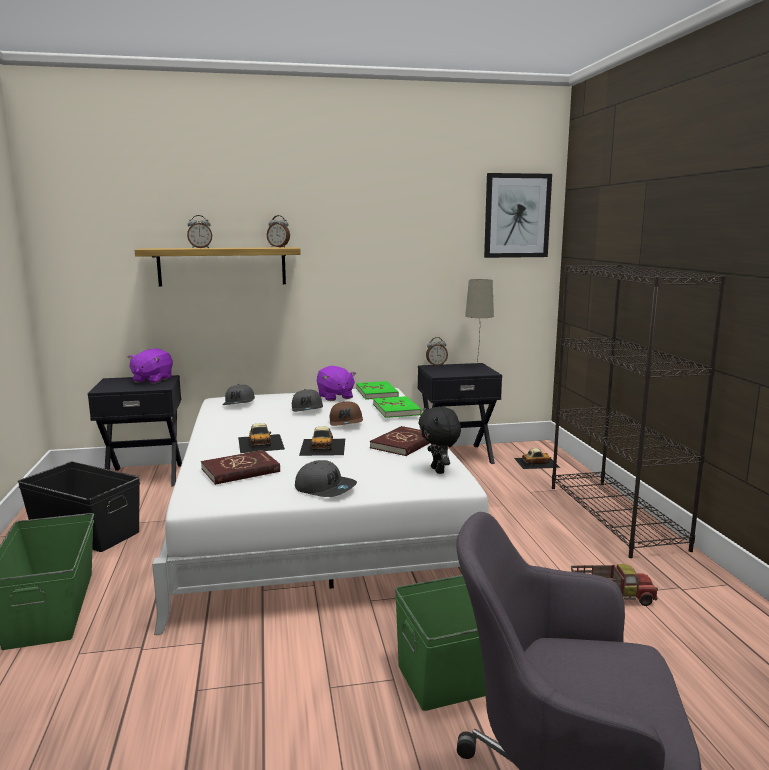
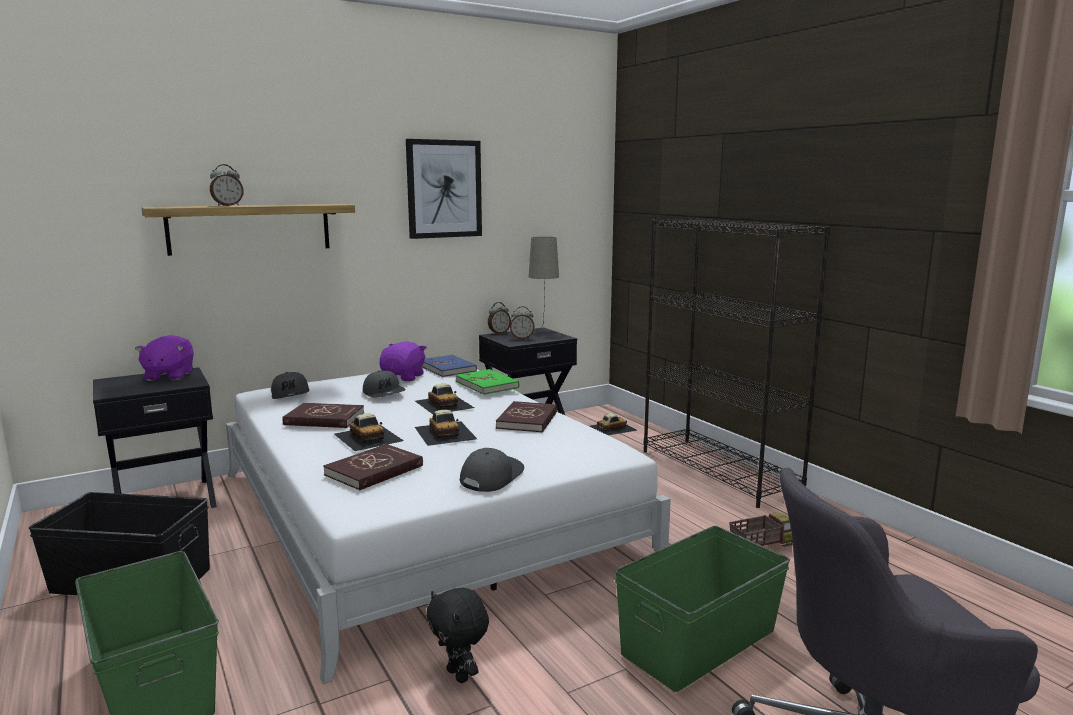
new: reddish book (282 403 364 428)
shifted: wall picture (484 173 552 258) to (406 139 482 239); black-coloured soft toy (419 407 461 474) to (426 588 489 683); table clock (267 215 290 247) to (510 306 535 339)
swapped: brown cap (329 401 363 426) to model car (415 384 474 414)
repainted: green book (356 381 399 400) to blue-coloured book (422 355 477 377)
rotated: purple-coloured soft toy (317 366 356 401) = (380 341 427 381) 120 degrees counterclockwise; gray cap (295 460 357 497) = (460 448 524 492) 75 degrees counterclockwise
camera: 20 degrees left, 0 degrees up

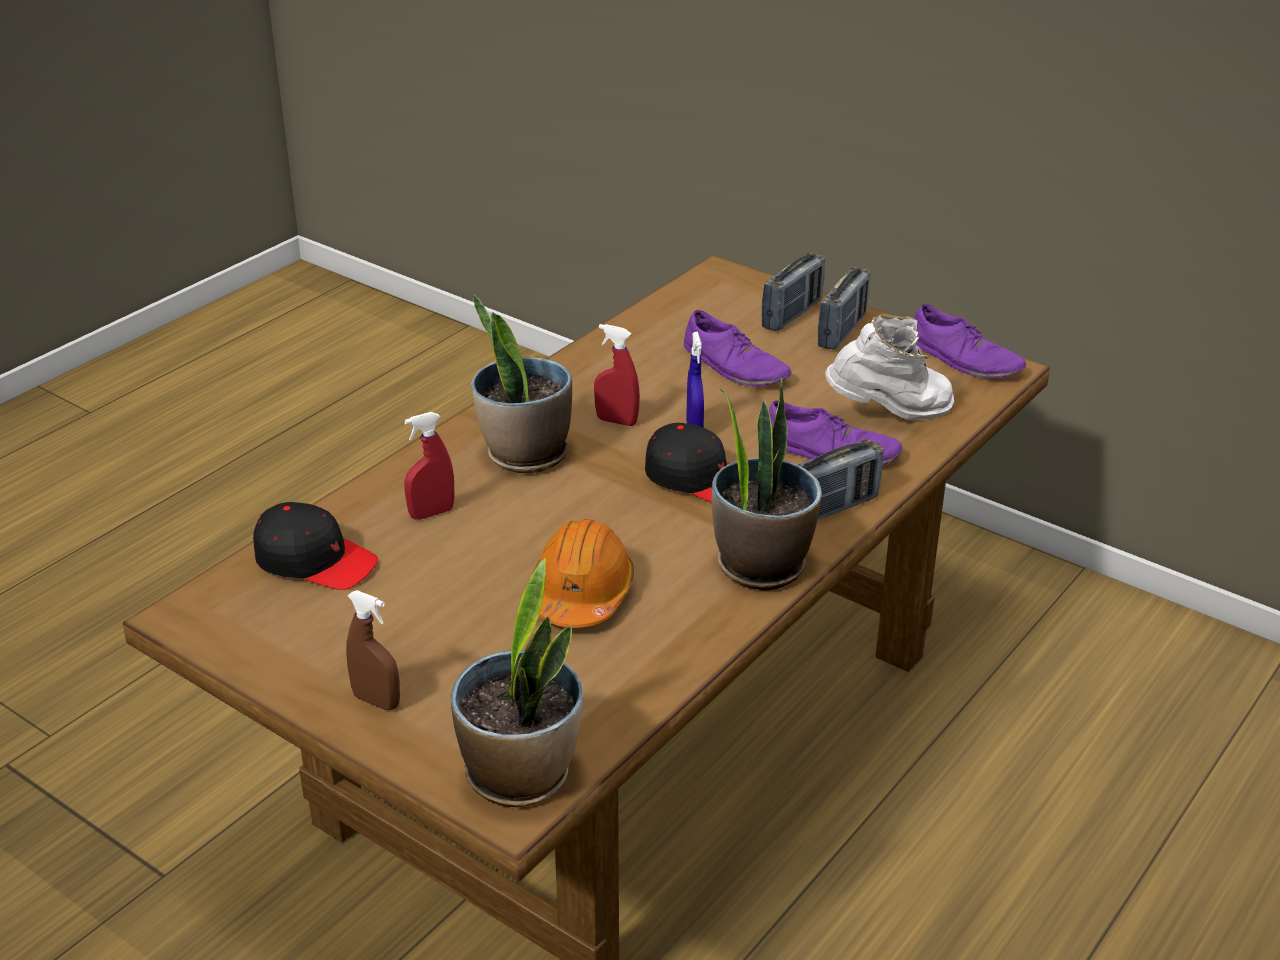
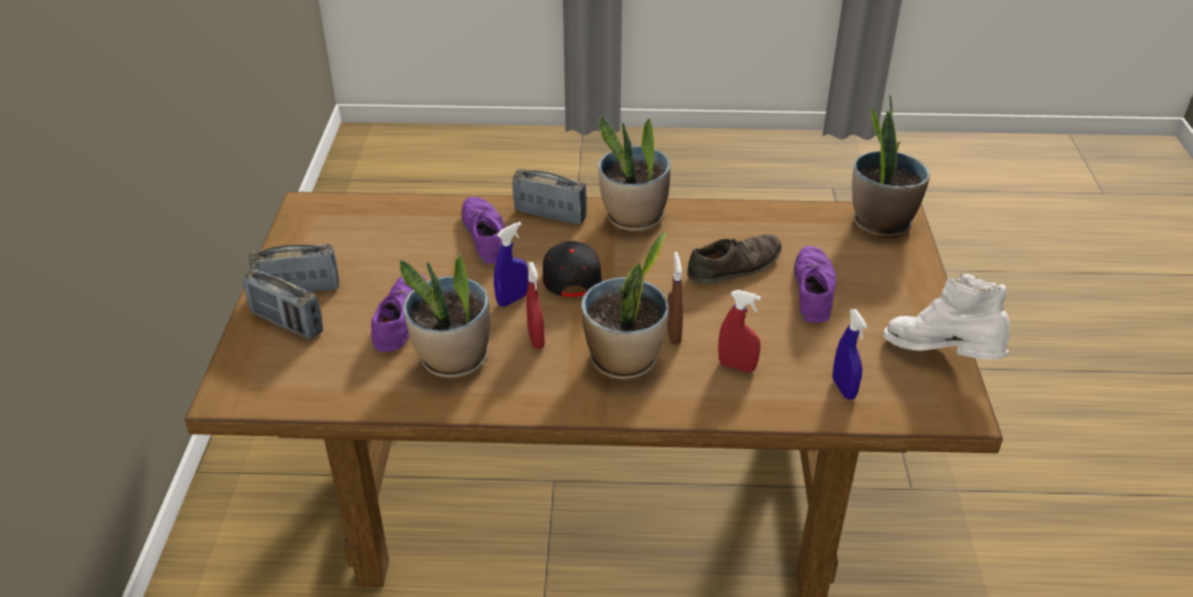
new: plant in a pot (399 254 490 378)
shifted: brown sprayer (346 590 400 710) to (667 252 683 344); purple-coloured item of footwear (914 304 1026 379) to (794 246 836 323); whitish high-top boot (825 314 954 419) to (883 274 1010 360)
swapped: orange-coloured work helmet (532 519 634 628) to brown item of footwear (687 234 782 284); black-coloured cap (253 502 378 590) to blue-coloured sprayer (833 309 867 400)
rotated: radio set (761 252 825 331) = (242 269 323 339) 150 degrees counterclockwise
camera: 125 degrees left, 5 degrees up

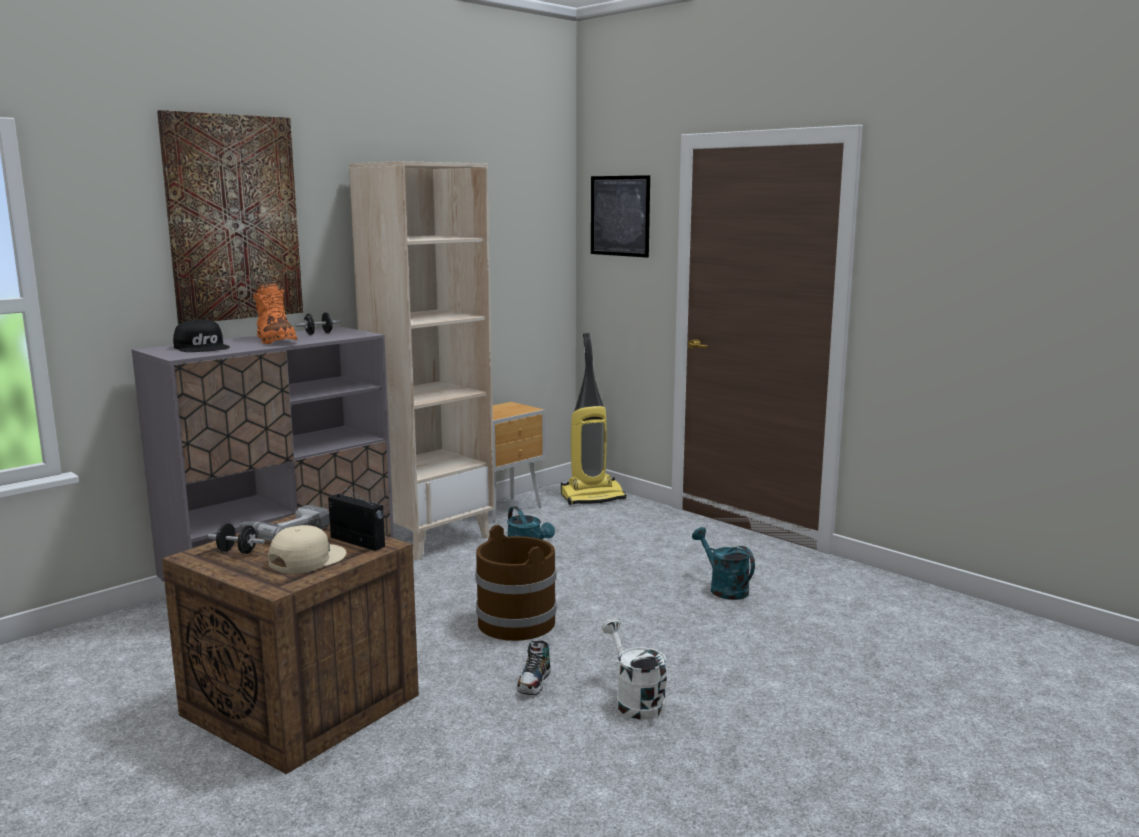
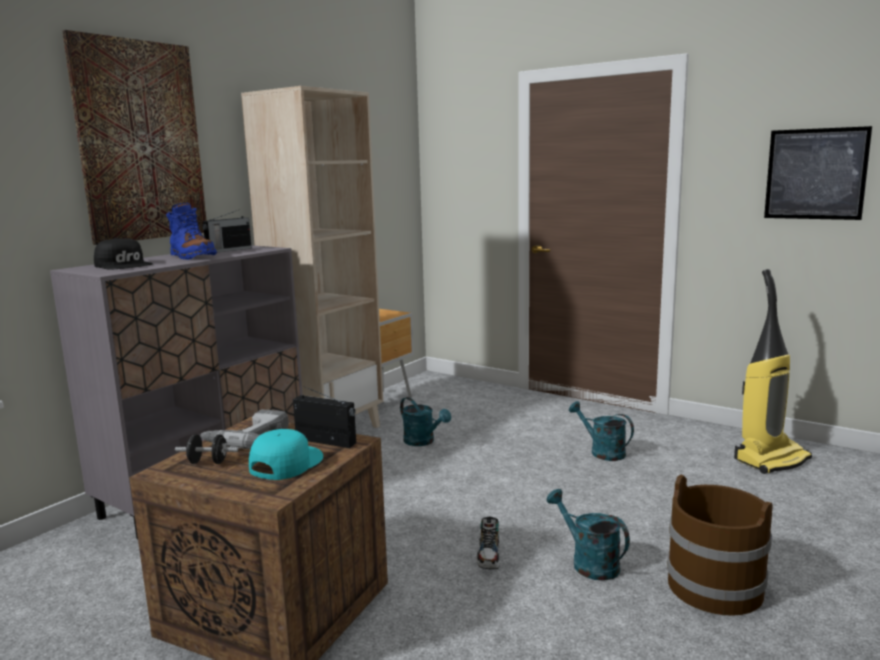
shifted: brown pail (475 524 557 641) to (667 475 773 616); hoover (561 333 626 505) to (734 269 812 474); wall picture (591 175 650 258) to (764 126 872 220)
swapped: black-coloured dumbbell (295 312 340 335) to radio set (202 209 252 252)
repainted: orange-coloured high-top boot (253 284 297 344) to blue-coloured high-top boot (166 202 217 260); beige cap (268 525 346 574) to turquoise-coloured cap (249 429 323 480); whitish sprinkling can (602 618 667 720) to turquoise-coloured sprinkling can (547 489 630 581)
camera: 10 degrees left, 0 degrees up

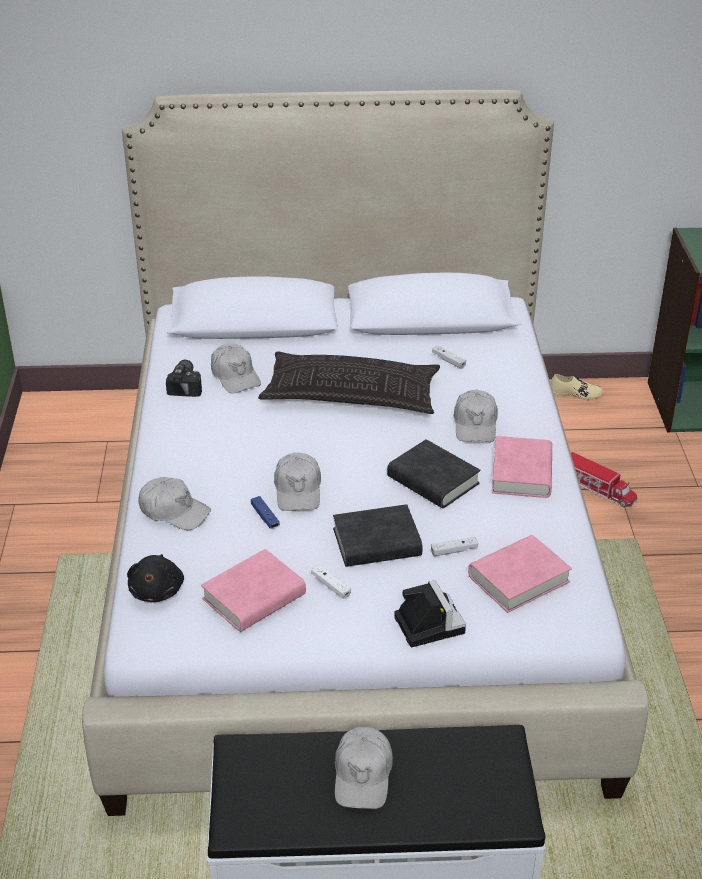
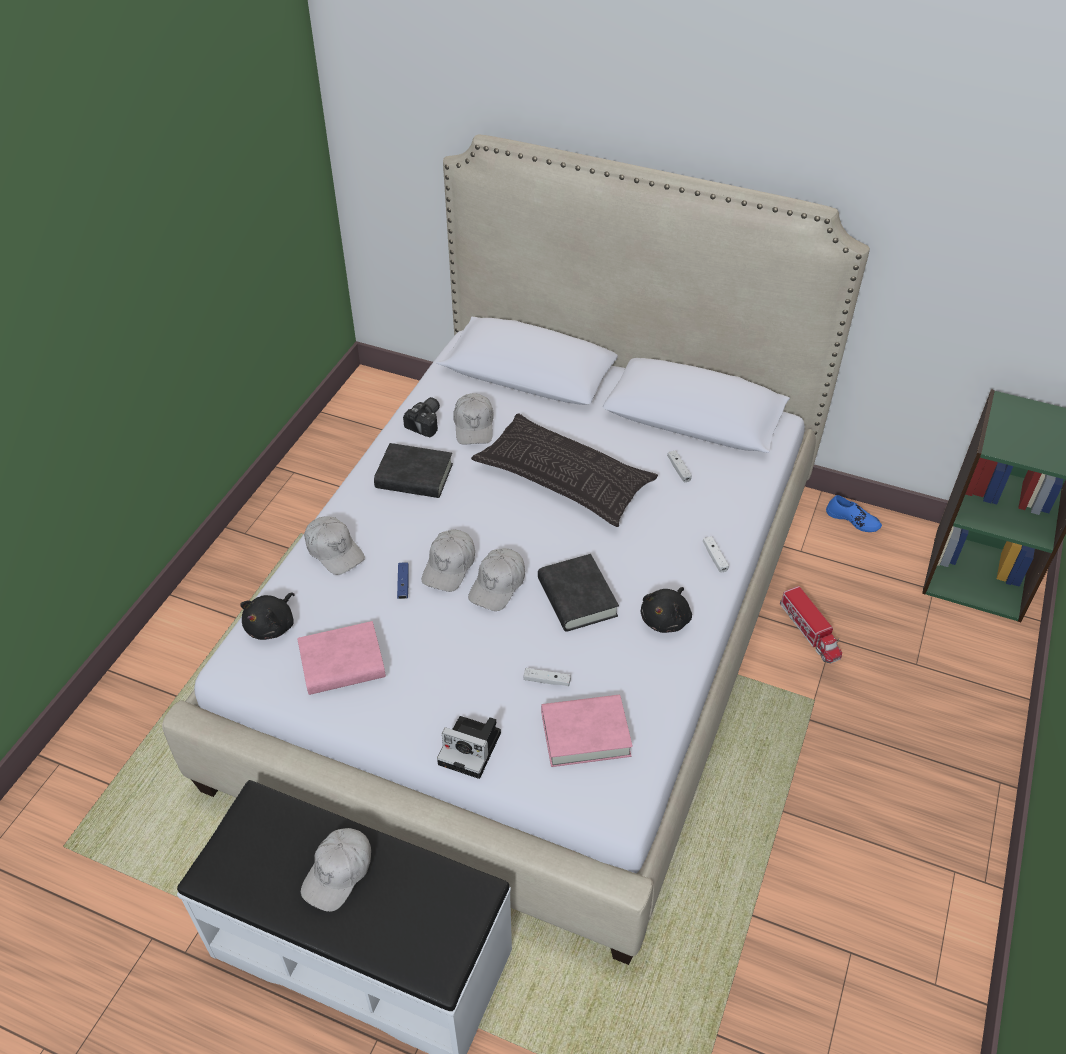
shifted: black-coloured book (333 504 423 567) to (374 443 453 498); whitish cap (453 390 498 442) to (468 548 525 611); whitish gamepad (311 565 351 599) to (703 536 729 573)
swapped: pink book (492 436 552 498) to black-coloured soft toy (640 587 692 633)
repainted: beige item of footwear (550 374 604 400) to blue-coloured item of footwear (826 495 882 532)
rotated: photo camera (394 580 466 647) = (437 716 501 779) 105 degrees clockwise
camera: 25 degrees right, 10 degrees up

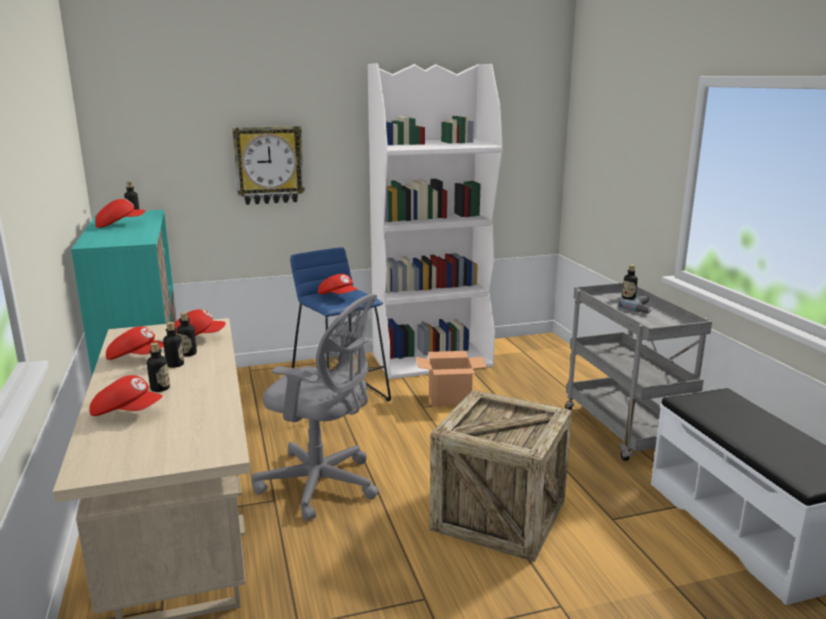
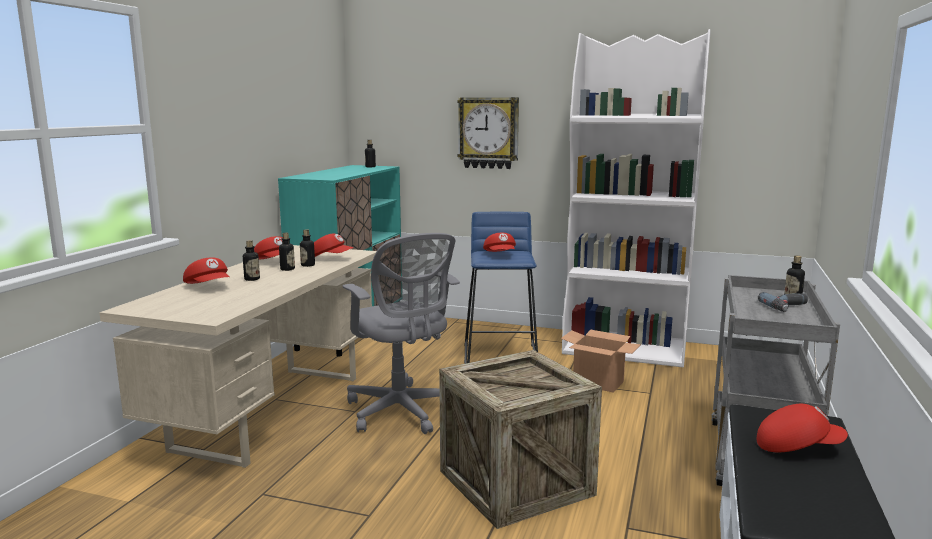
shifted: reddish cap (95 198 146 228) to (757 404 848 452)
camera: 35 degrees right, 5 degrees down

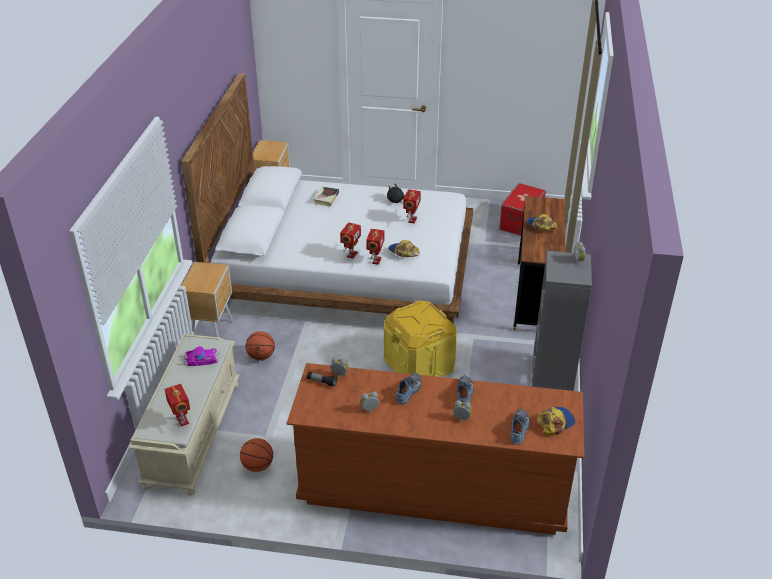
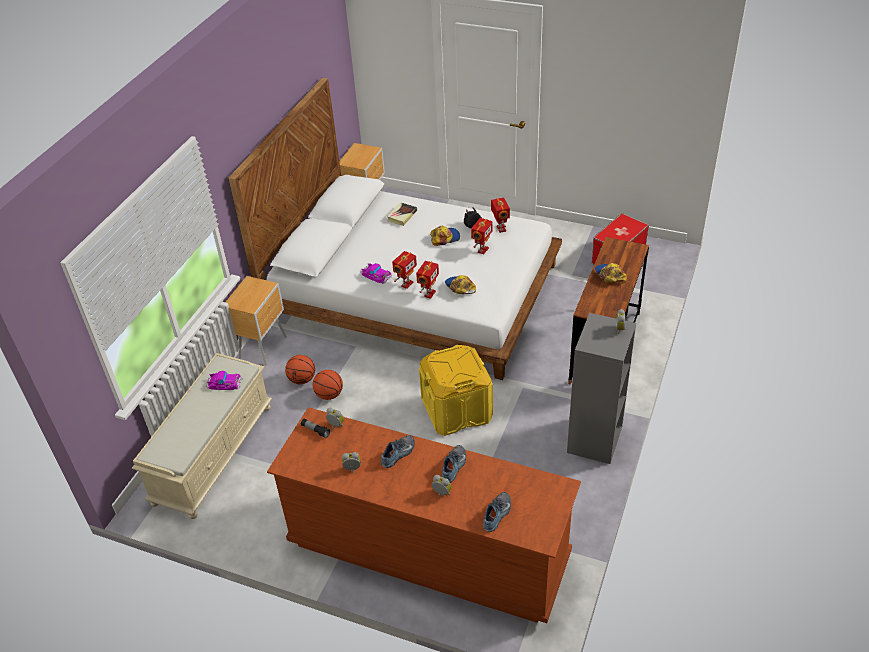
new: model car (360 263 392 284)
shifted: basketball ball (240 438 273 472) to (313 370 343 400); cap (537 407 575 436) to (430 226 460 246); robot figure (165 384 190 426) to (491 198 510 233)
camera: 15 degrees right, 5 degrees up

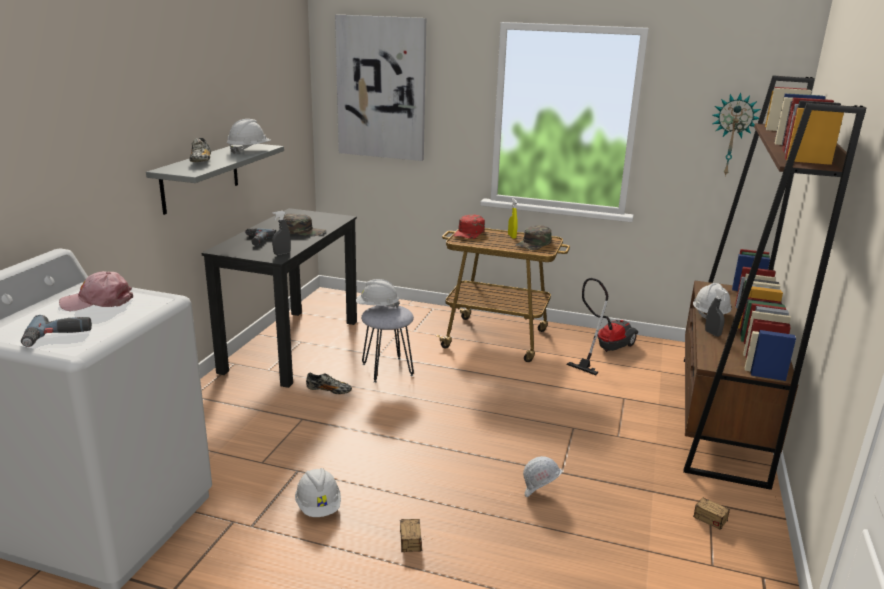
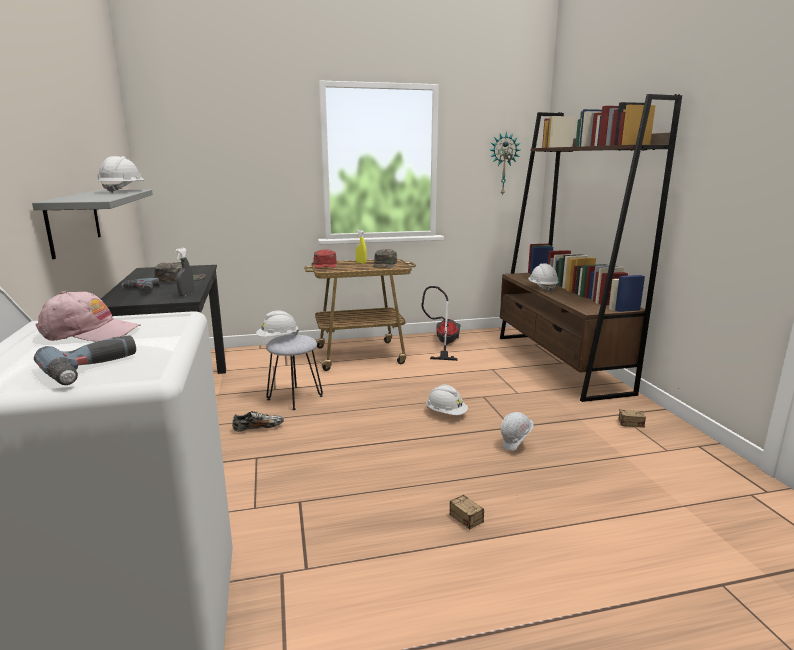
gone: item of footwear (190 138 211 162); wall picture (335 15 426 161); gray sprayer (705 288 728 337)
shifted: whitish work helmet (295 468 341 517) to (426 385 468 415)
rotated: pink cap (59 271 133 311) = (35 291 141 342) 135 degrees counterclockwise
camera: 30 degrees left, 5 degrees down

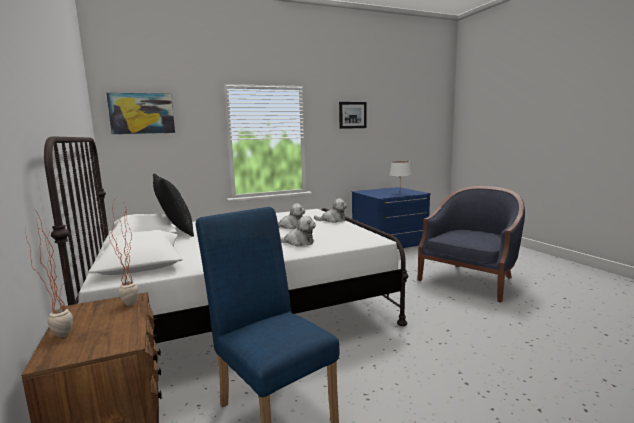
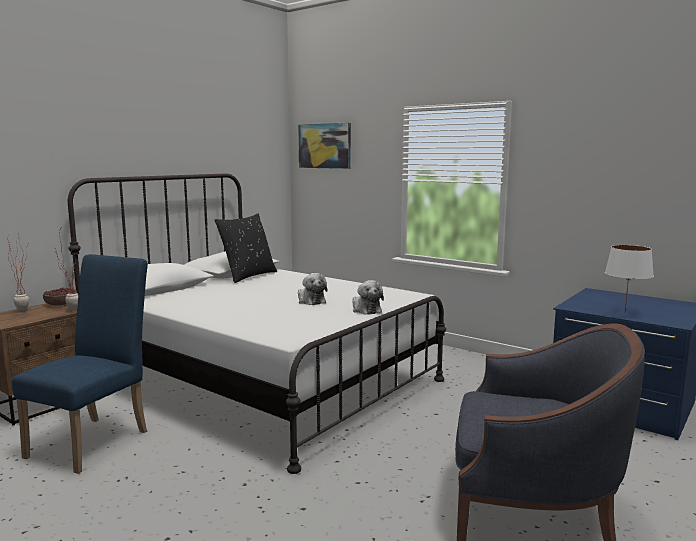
gone: soft toy (280 216 316 247); wall picture (339 102 366 129)
new: bowl (43 287 77 305)
camera: 60 degrees right, 0 degrees up

